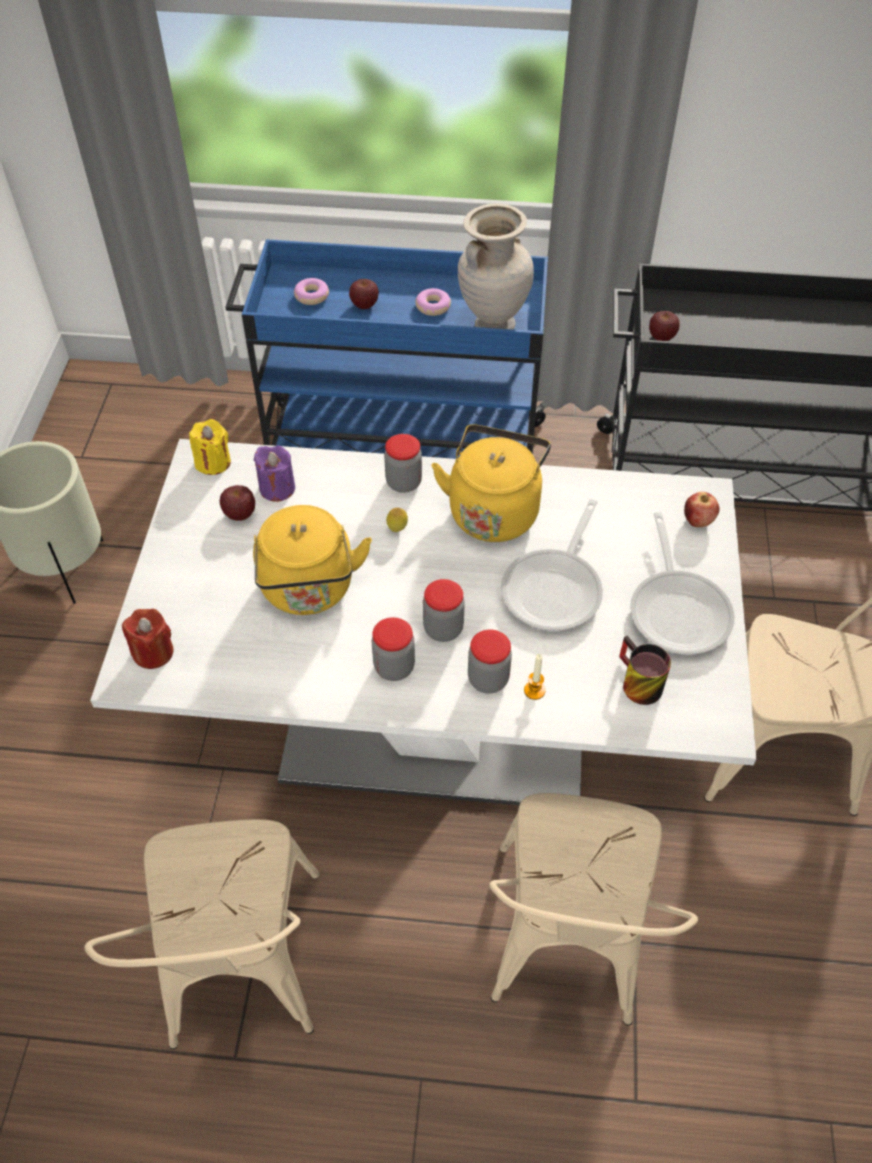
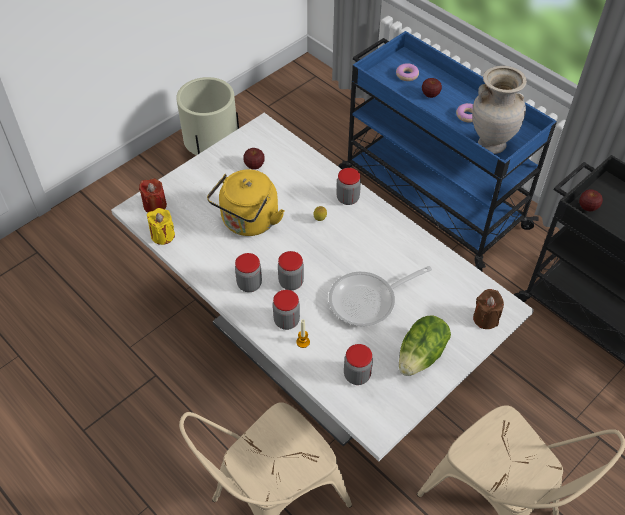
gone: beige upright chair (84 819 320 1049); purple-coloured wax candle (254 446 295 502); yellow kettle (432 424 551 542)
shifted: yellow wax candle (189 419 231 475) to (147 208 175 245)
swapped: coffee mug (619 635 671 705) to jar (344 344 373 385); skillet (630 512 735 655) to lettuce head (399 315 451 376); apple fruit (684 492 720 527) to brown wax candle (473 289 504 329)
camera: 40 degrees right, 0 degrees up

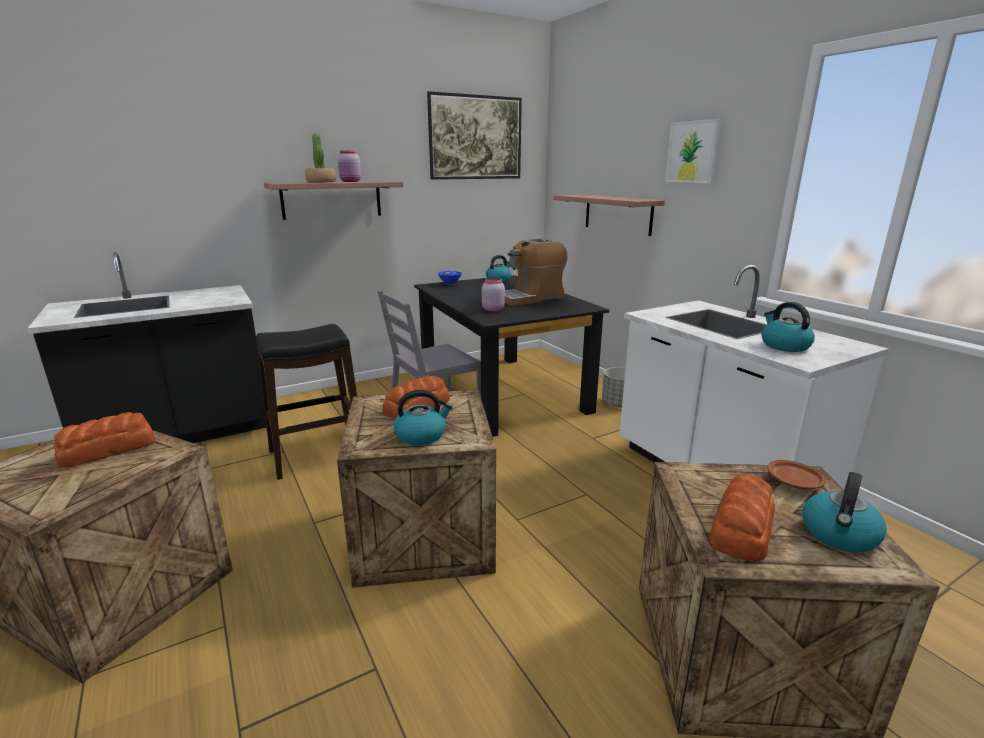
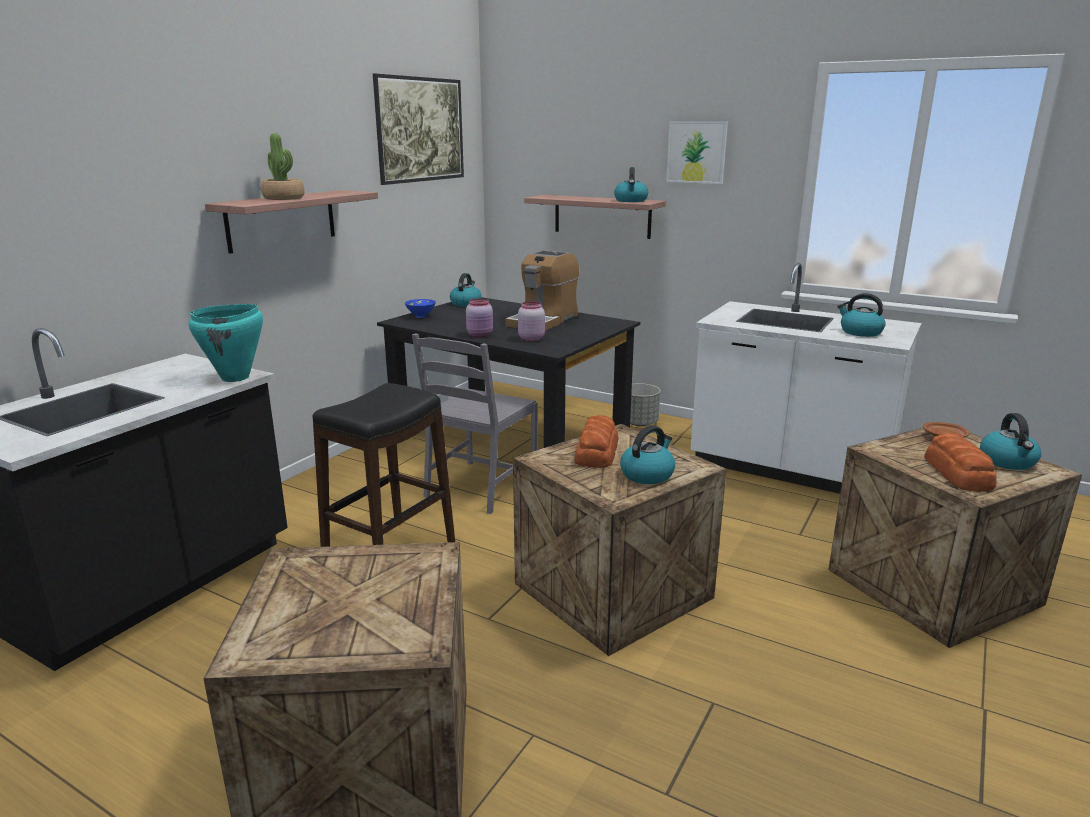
gone: bread (54 412 155 468)
new: turquoise-coloured saucepot (189 304 263 382); kettle (614 167 648 202)
shifted: pink jar (338 150 361 182) to (466 298 493 338)
camera: 30 degrees left, 0 degrees up

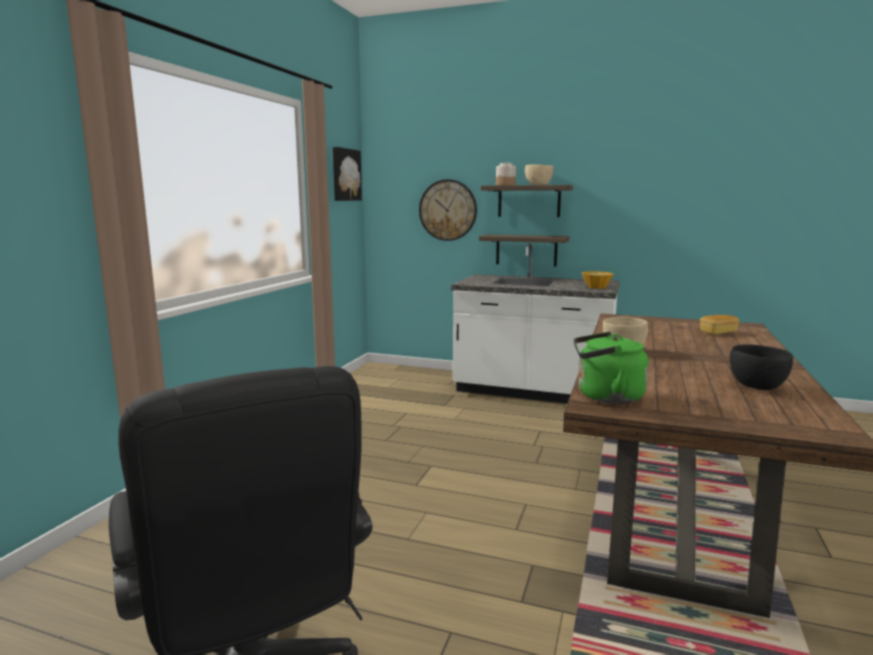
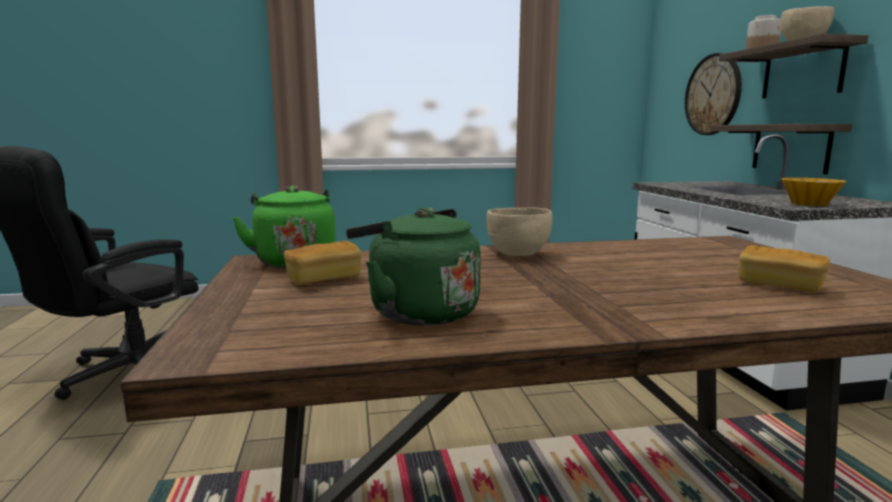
gone: wall picture (333 147 362 201)
new: bread (284 241 361 285)
swapped: black-coloured bowl (730 344 793 390) to green kettle (346 208 481 326)
camera: 60 degrees right, 0 degrees up

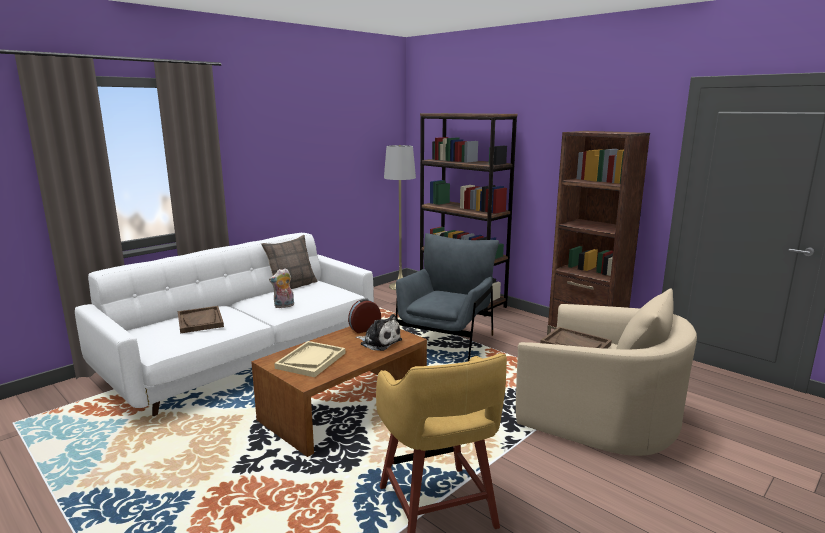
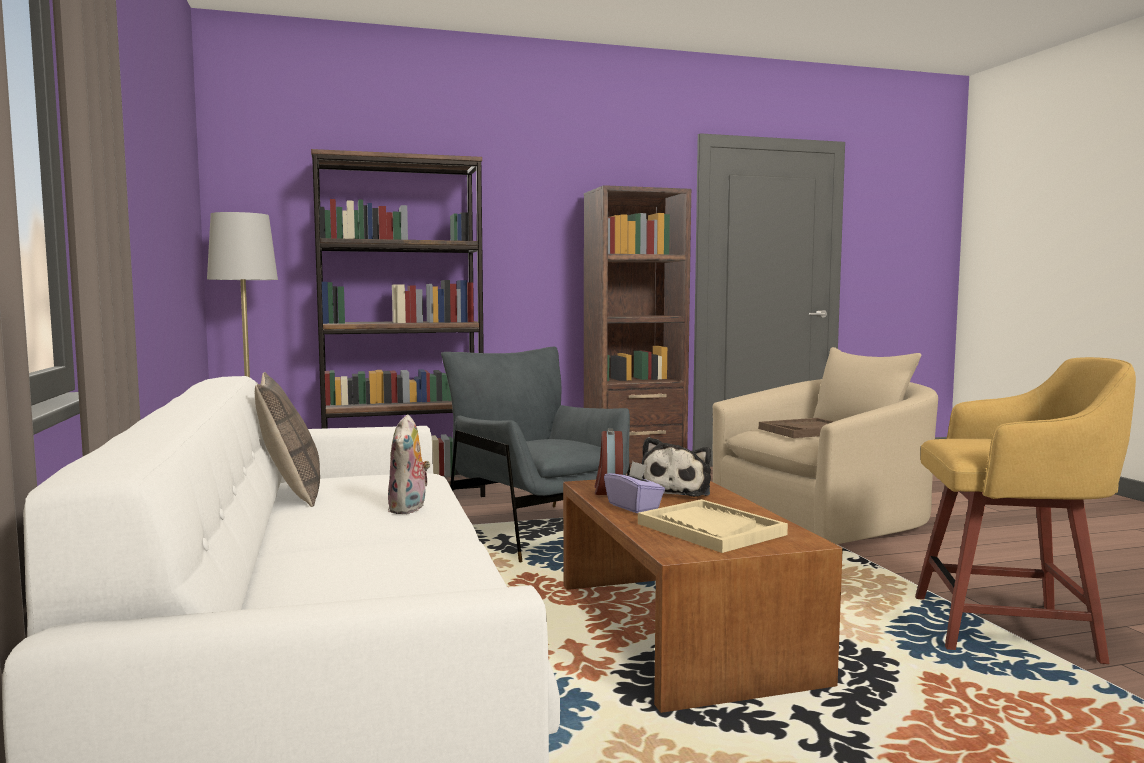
gone: brown carrying tray (178 306 224 334)
new: purple-coloured tissue holder (604 461 665 513)
rotated: soft toy (356 314 402 351) = (642 437 711 497) 135 degrees clockwise
camera: 60 degrees left, 10 degrees down

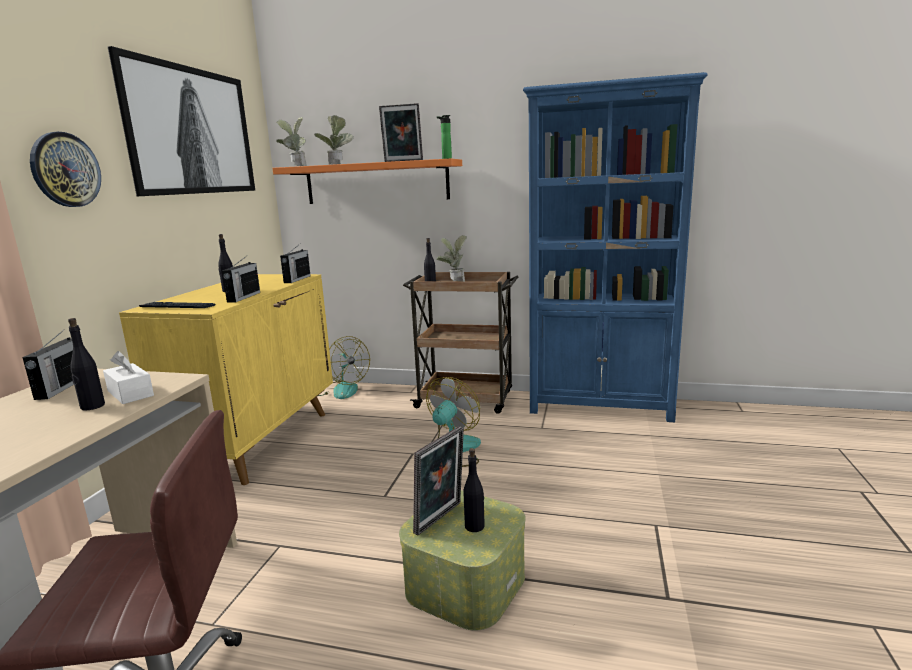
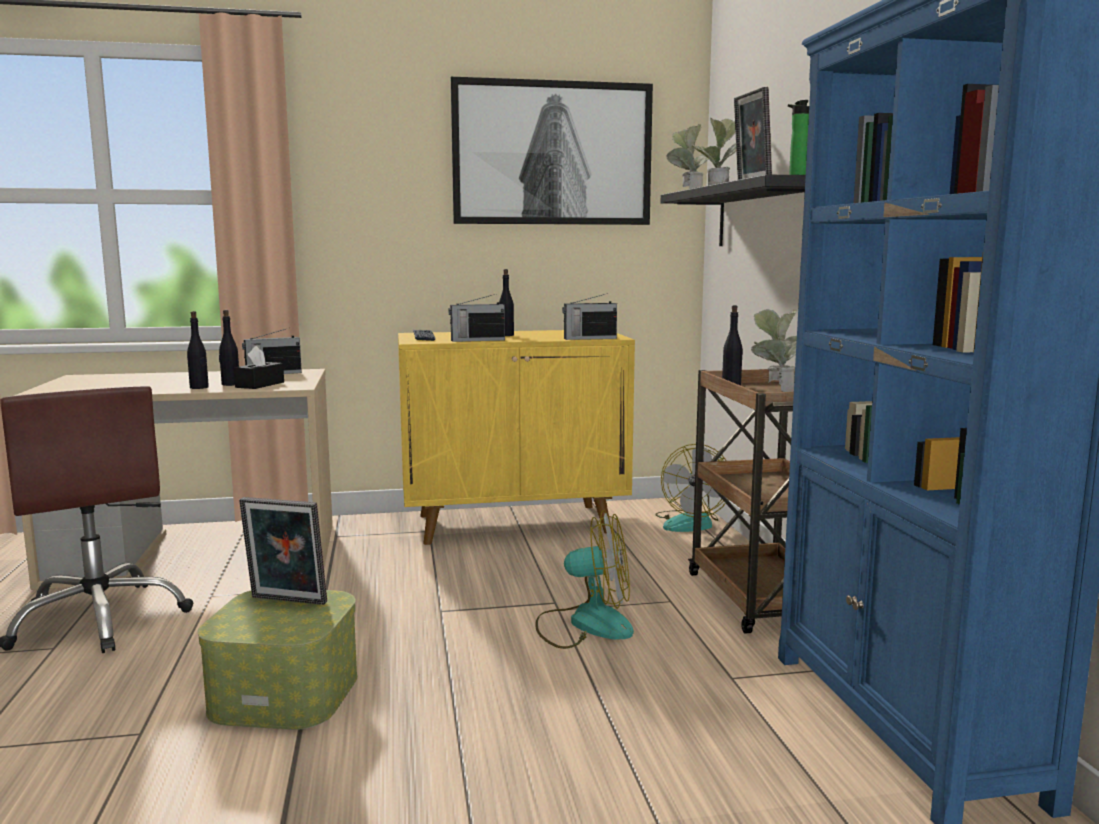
gone: hanging clock (30 132 101 207)
shifted: black-coloured bottle (463 448 485 532) to (187 311 209 389)
repainted: whitish tissue holder (103 351 154 404) to black-coloured tissue holder (234 346 284 389); orange-coloured shelf (272 159 462 204) to black-coloured shelf (661 174 806 246)
camera: 65 degrees right, 5 degrees down

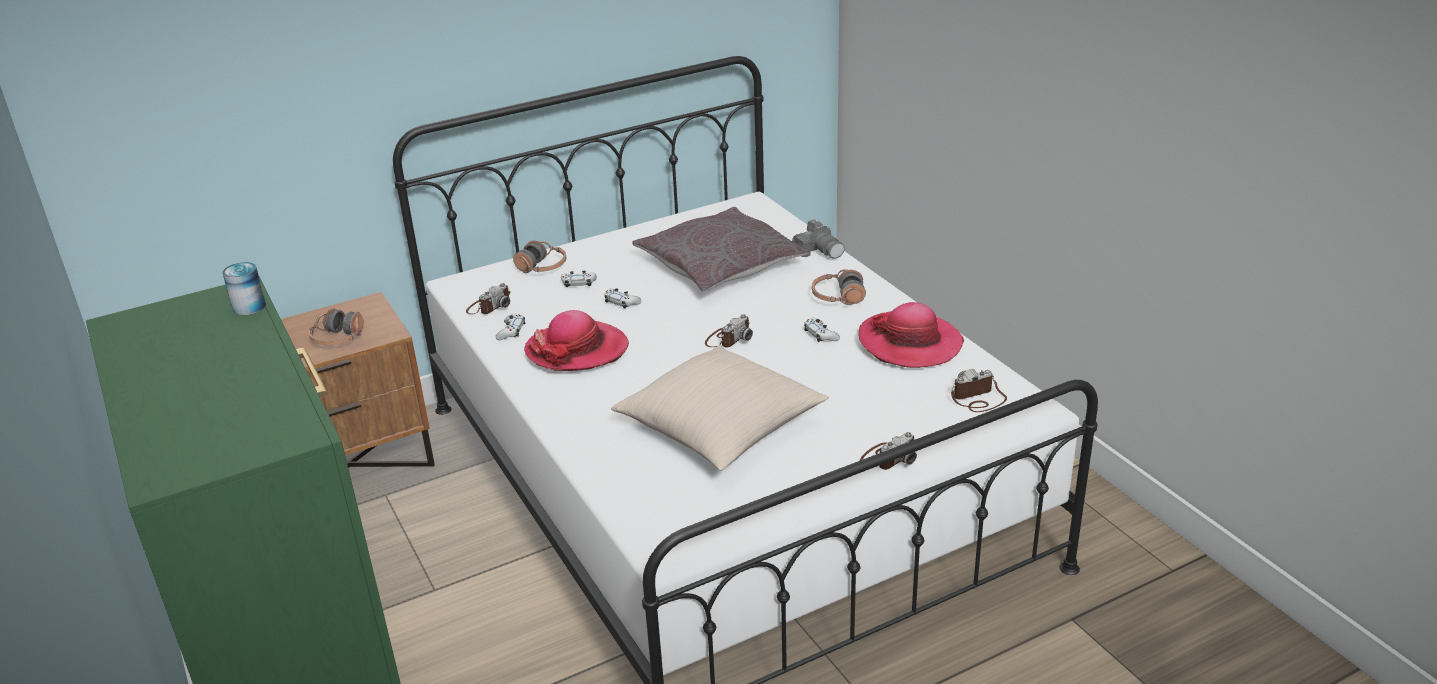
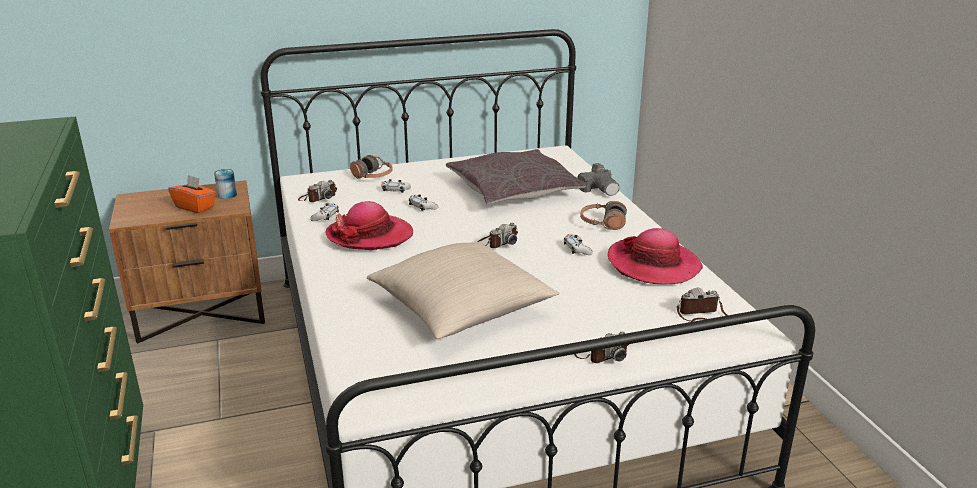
shifted: can (223 262 266 315) to (214 169 237 199)
swapped: pair of headphones (309 309 364 345) to orange-coloured tissue holder (168 175 216 213)
camera: 10 degrees right, 5 degrees down

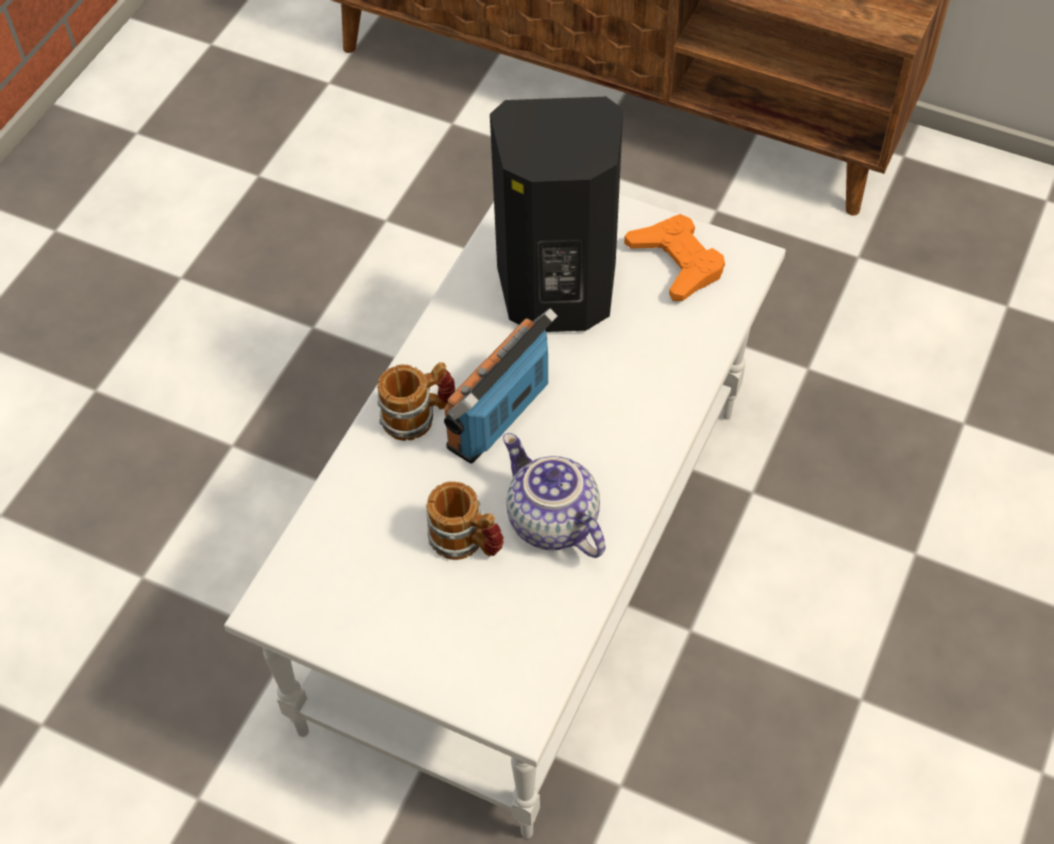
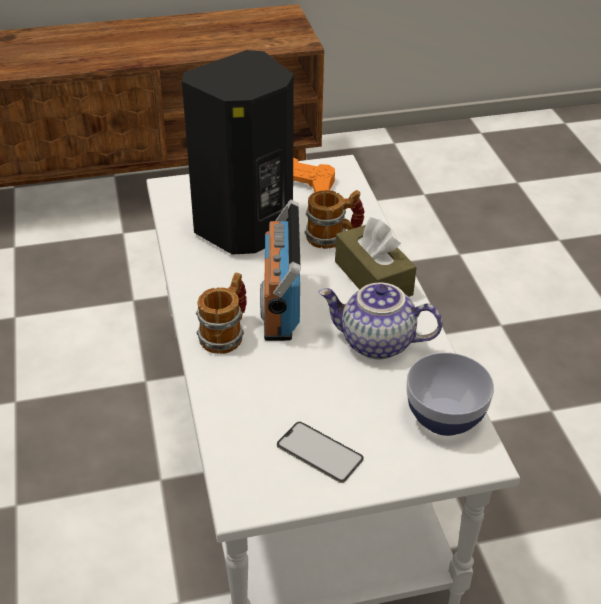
new: phone (277 421 364 483); brown tissue holder (335 217 417 297); bowl (406 353 494 436)
shifted: coffee mug (426 481 504 560) to (304 190 364 249)
camera: 40 degrees left, 15 degrees down

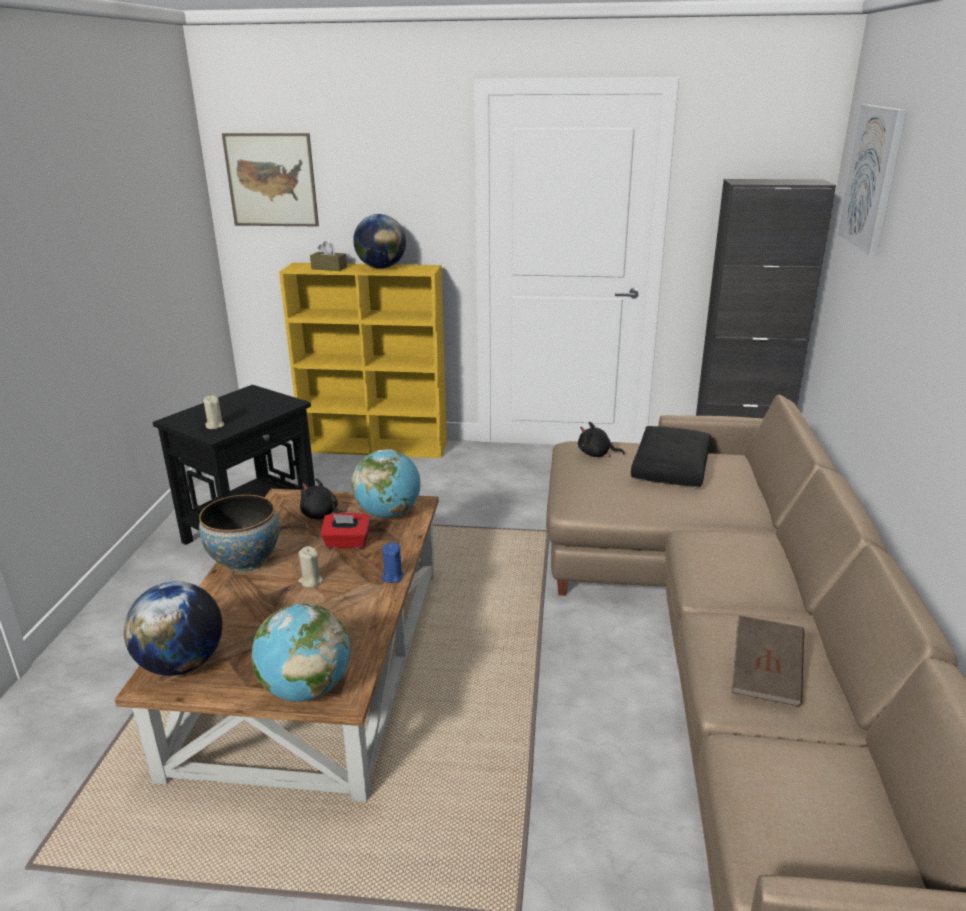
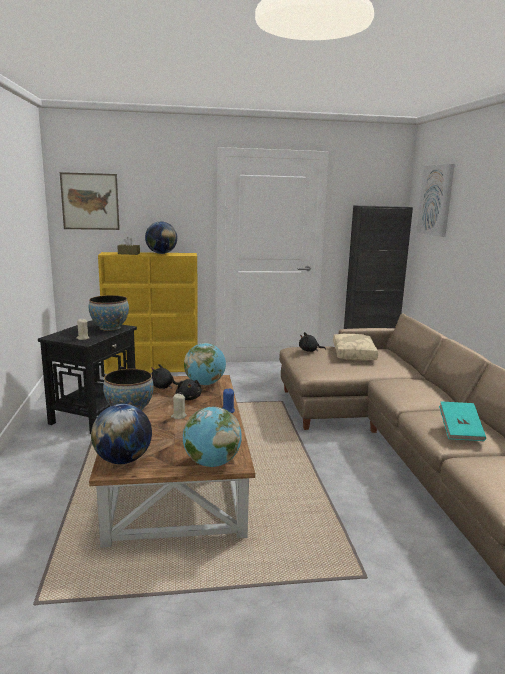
new: bowl (89 295 129 331)
swapped: reddish tissue holder (320 512 371 549) to black-coloured soft toy (176 379 202 400)
repainted: black-coloured pillow (631 426 711 487) to beige pillow (333 334 378 361); brown book (731 616 804 706) to turquoise-coloured book (439 401 486 441)
camera: 15 degrees left, 10 degrees down

